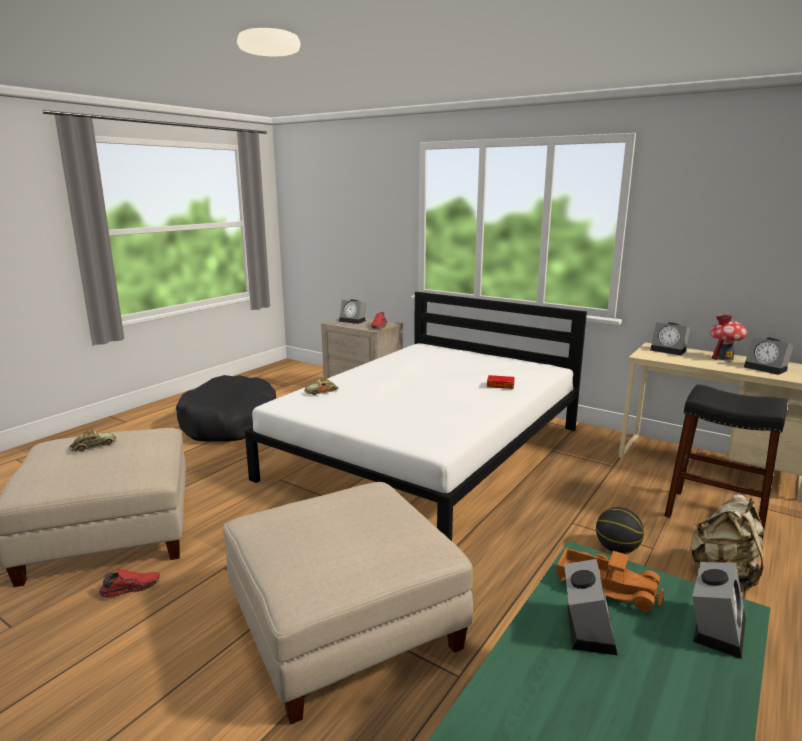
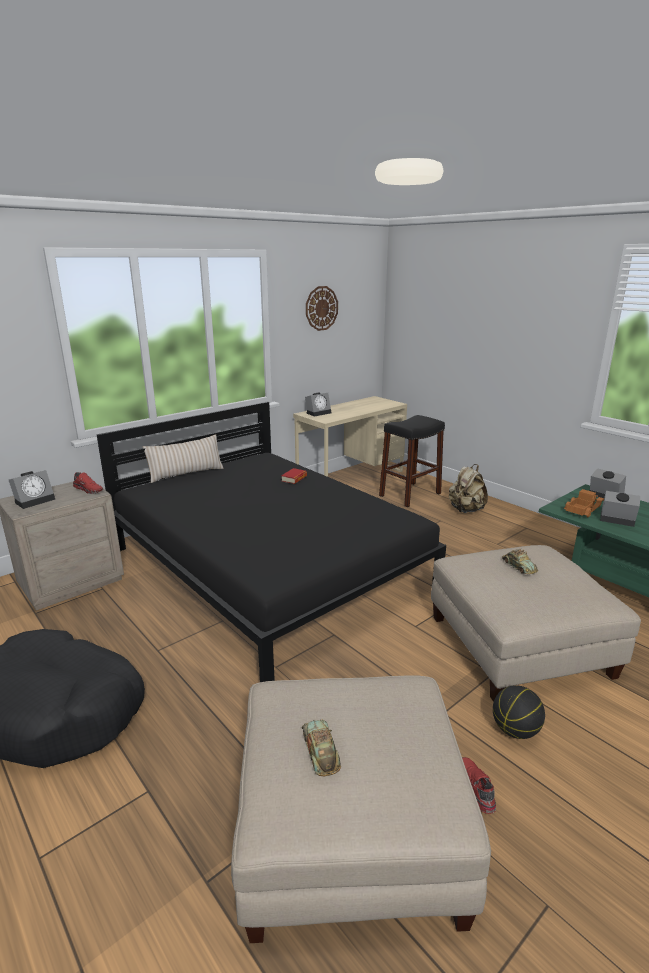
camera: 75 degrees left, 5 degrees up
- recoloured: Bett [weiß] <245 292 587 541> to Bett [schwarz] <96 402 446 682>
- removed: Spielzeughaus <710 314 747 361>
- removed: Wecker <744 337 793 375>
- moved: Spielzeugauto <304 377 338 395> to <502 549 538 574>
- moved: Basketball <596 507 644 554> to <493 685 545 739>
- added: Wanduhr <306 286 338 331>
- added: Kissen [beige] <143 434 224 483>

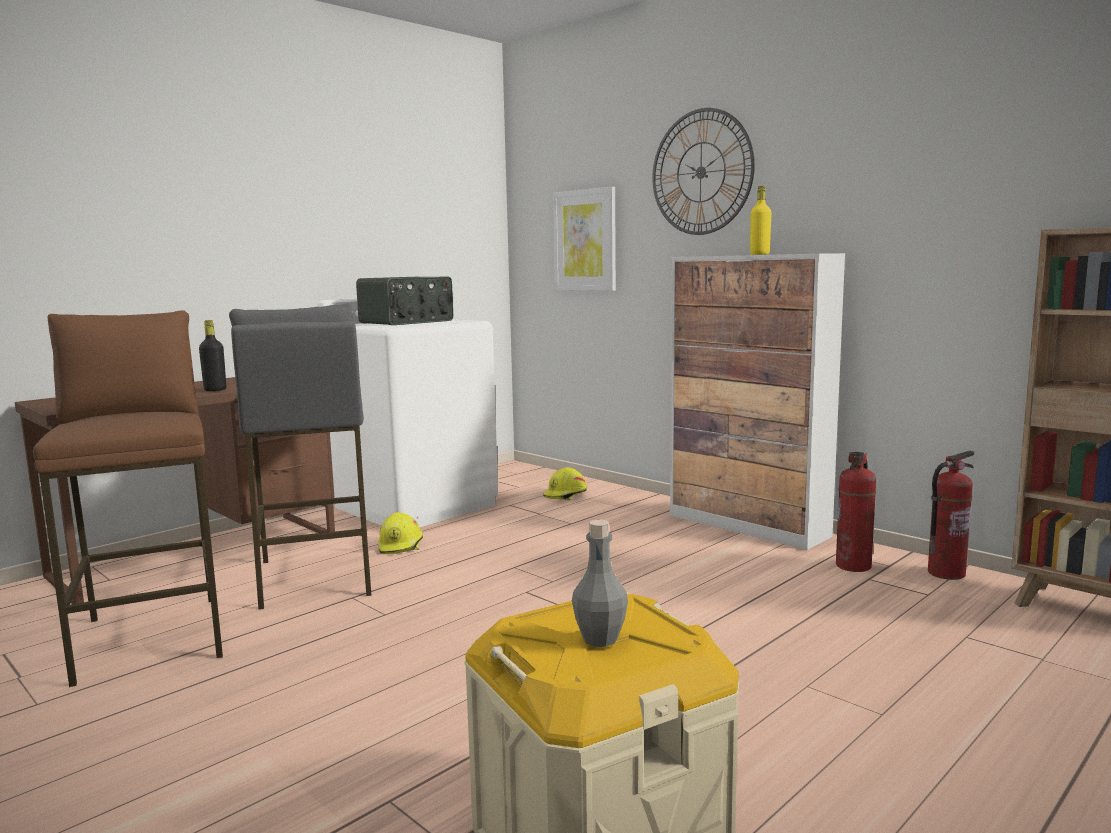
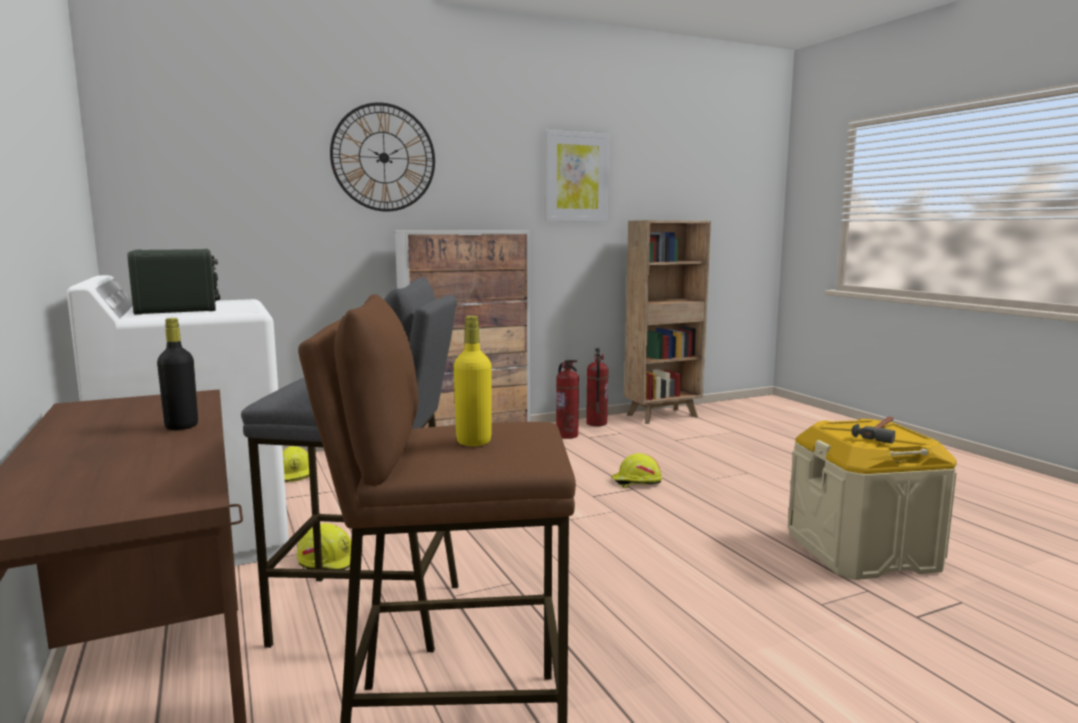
camera: 70 degrees left, 0 degrees up
- moved: Flasche [gelb] <750 186 772 255> to <454 316 492 446>
- moved: Bild <553 187 616 291> to <545 130 610 221>
- replaced: Flasche [grau] <572 520 628 647> to Hammer <851 416 895 443>
- added: Schutzhelm [gelb] <611 453 662 488>

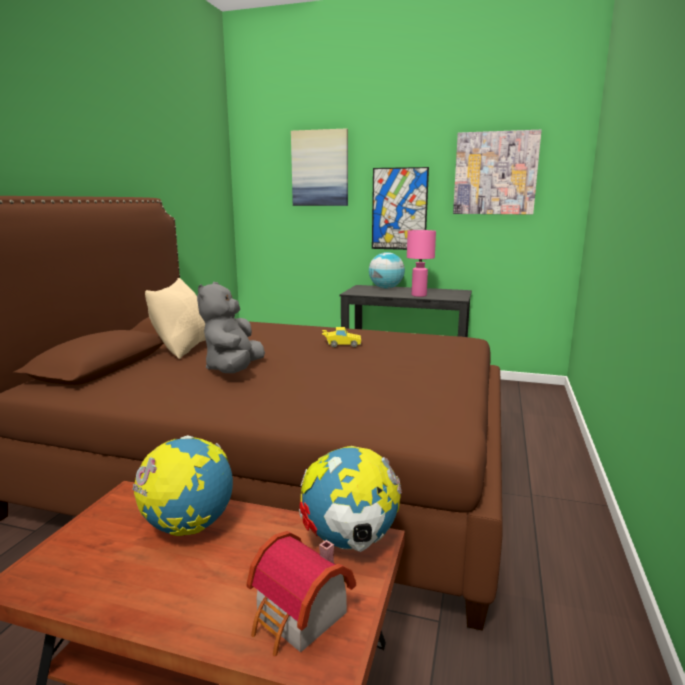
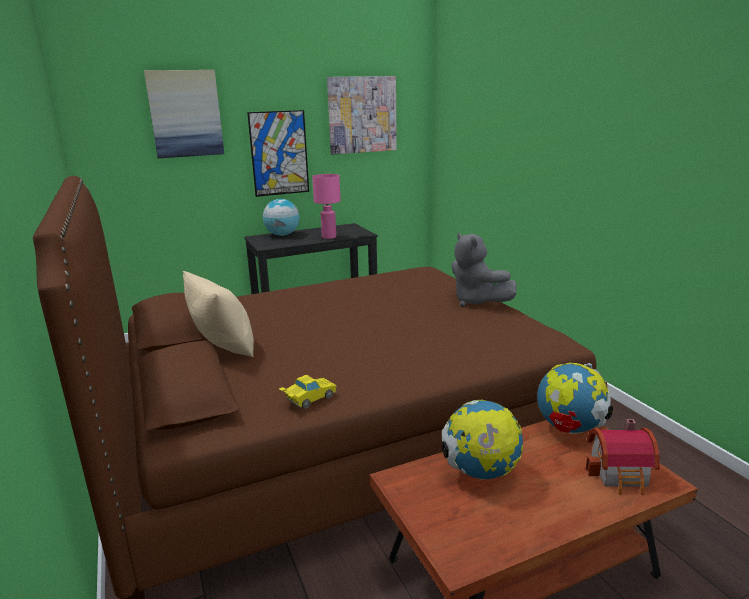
camera: 40 degrees left, 5 degrees up
- moved: Plüschtier [grau] <197 282 265 373> to <451 233 517 307>
- moved: Spielzeugauto [gelb] <322 327 361 347> to <279 375 337 409>

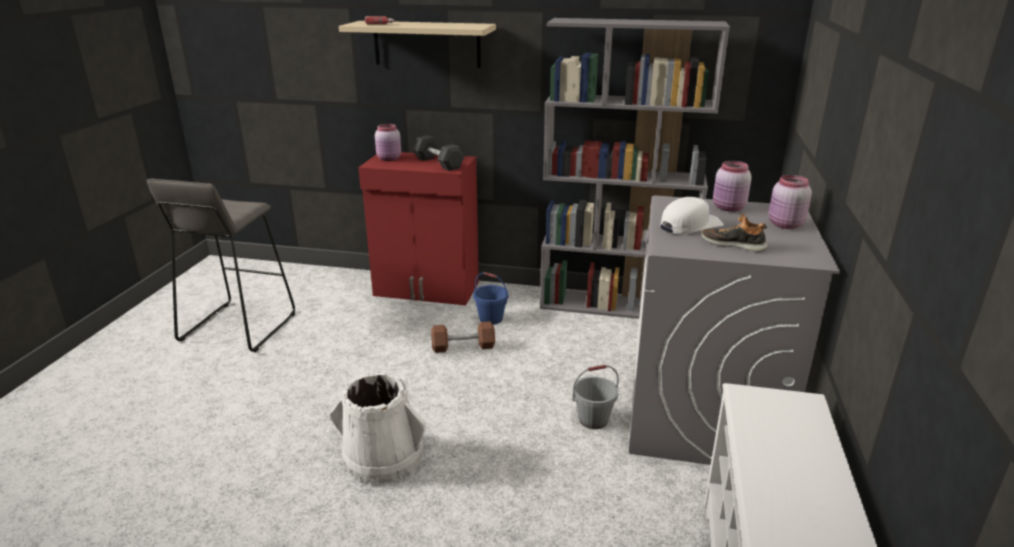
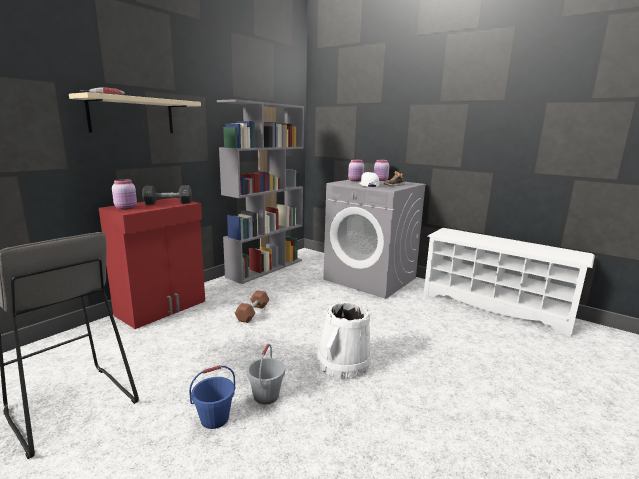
camera: 65 degrees left, 10 degrees down
- moved: Eimer [blau] <473 272 508 325> to <189 365 235 429>
- moved: Eimer [grau] <572 365 619 429> to <247 344 285 404>

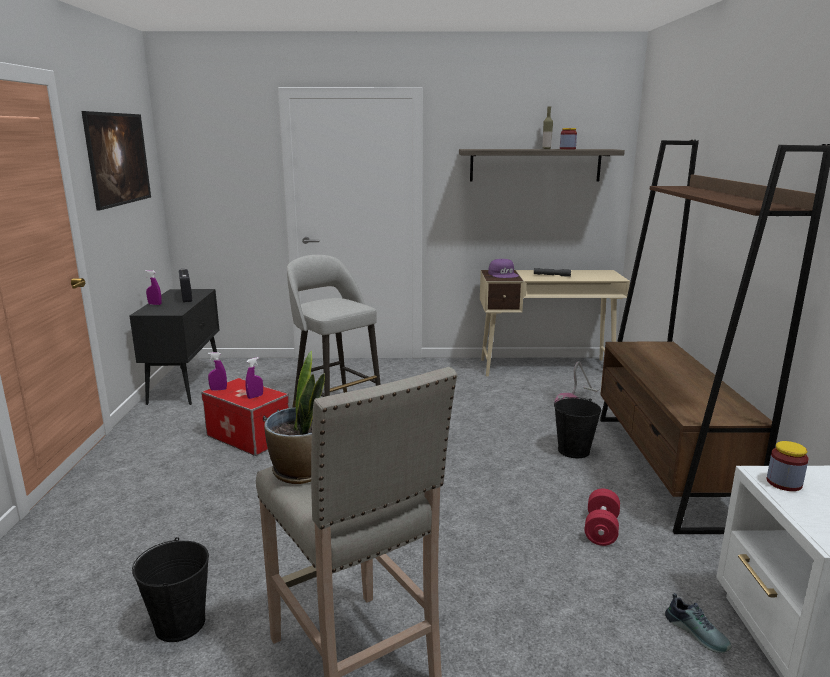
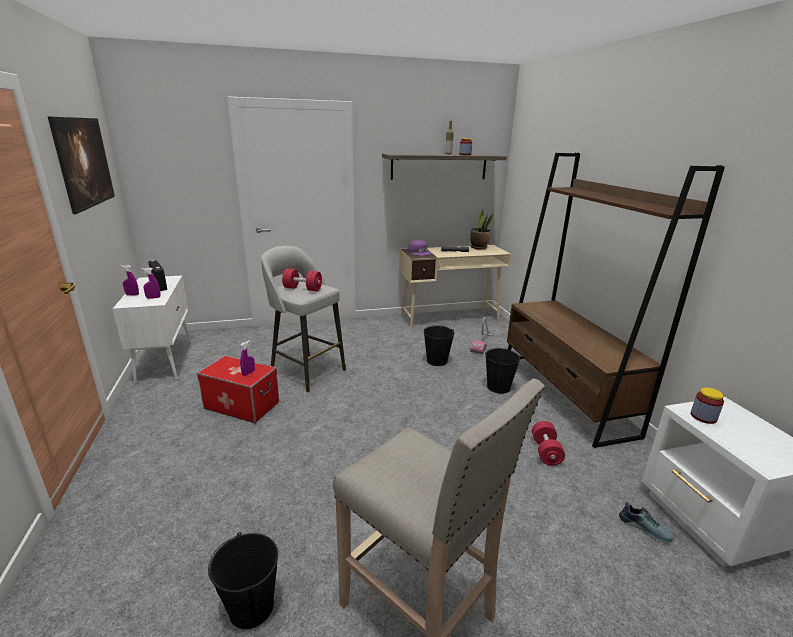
camera: 15 degrees left, 5 degrees up
- recoloured: Schrank [schwarz] <130 289 219 405> to Schrank [weiß] <113 276 191 384>
- moved: Topfpflanze <264 351 325 484> to <470 209 494 250>
- moved: Sprühflasche [lila] <208 352 227 391> to <142 268 160 299>
- added: Hantel [rot] <282 269 322 291>
- added: Eimer [schwarz] <424 325 454 366>

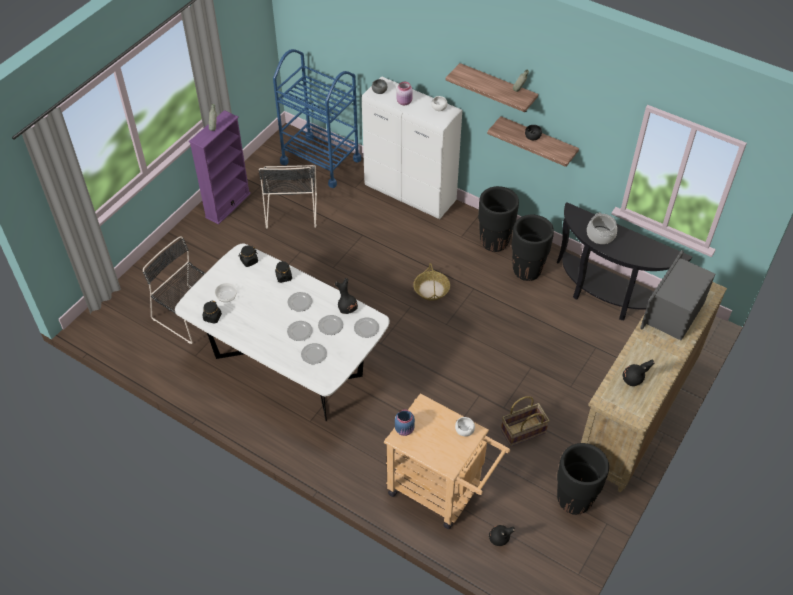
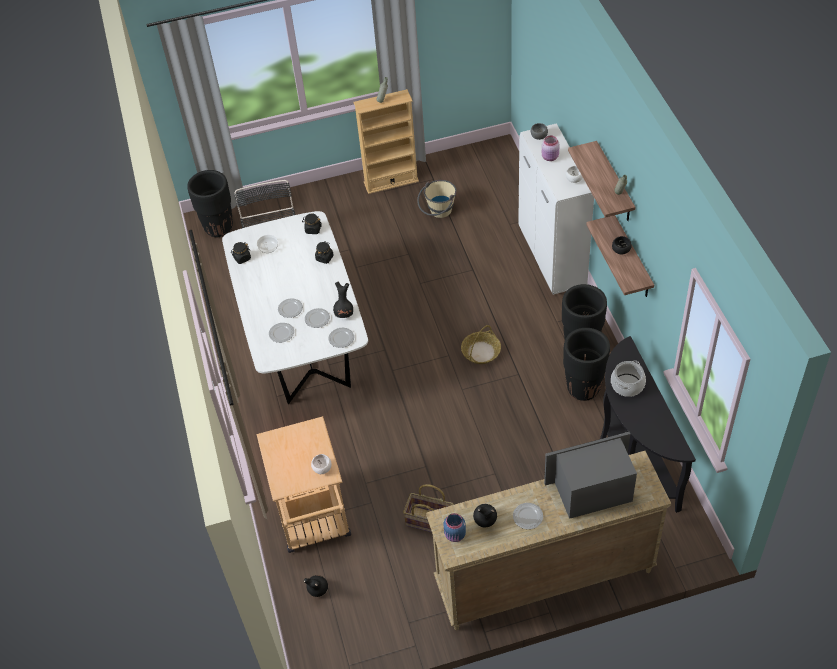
camera: 45 degrees right, 0 degrees up
- removed: Rollwagen [blau] <273 49 361 188>
- recoloured: Bücherregal [lila] <189 110 251 225> to Bücherregal [beige] <353 89 419 194>
- replaced: Stuhl [schwarz] <258 165 317 229> to Eimer [beige] <417 180 457 218>
- moved: Teller <288 292 312 311> to <513 503 543 529>
- moved: Vorratsglas [blau] <395 409 415 436> to <444 513 466 542>
- moved: Pflanzkübel [schwarz] <557 443 609 515> to <187 170 233 237>

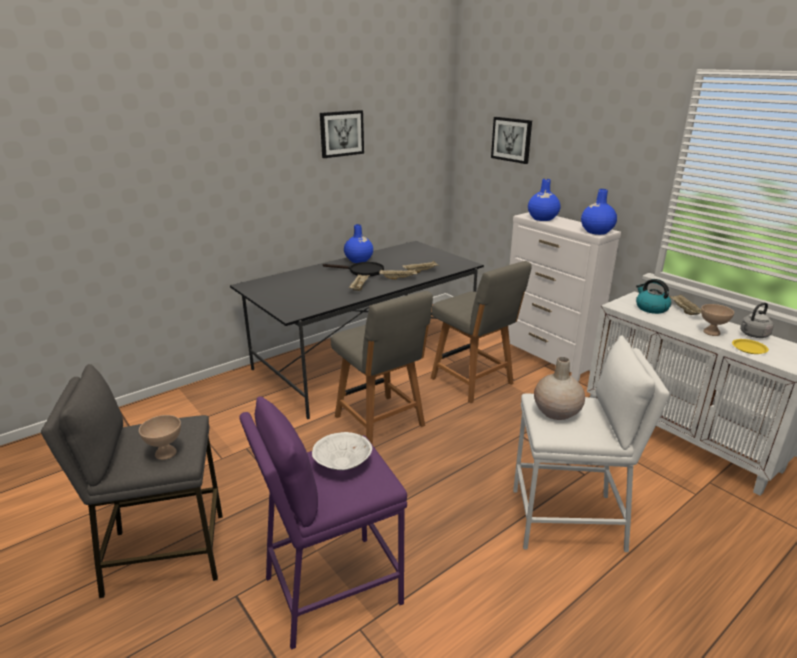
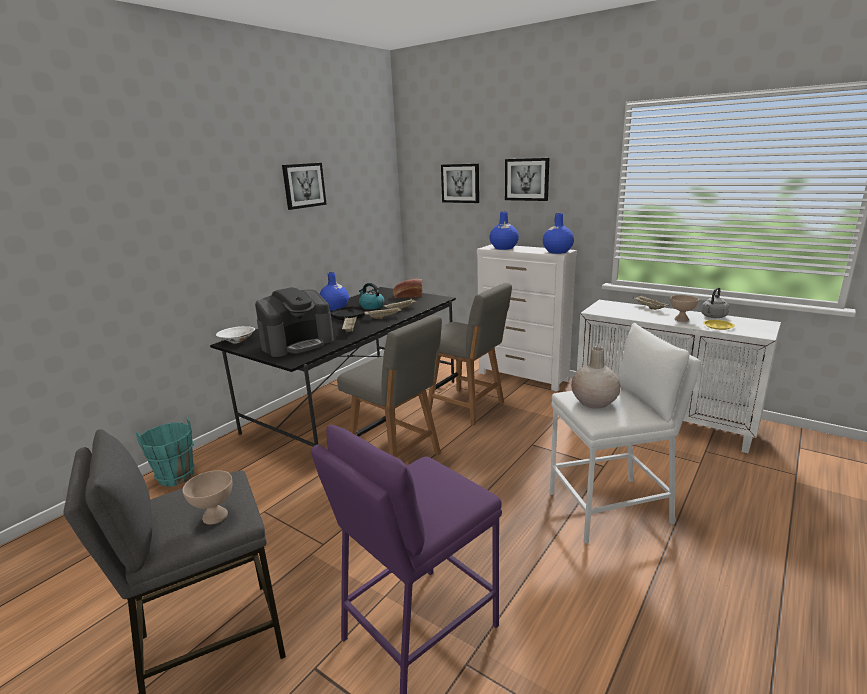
camera: 15 degrees left, 5 degrees down
- moved: Wasserkessel <636 279 671 314> to <359 283 384 309>
- moved: Schüssel [weiß] <312 432 372 470> to <216 326 255 344>
- added: Bild <505 158 549 201>
- added: Brot <393 279 422 298>
- added: Kaffeemaschine <255 287 334 357>
- added: Eimer [türkis] <136 417 195 487>

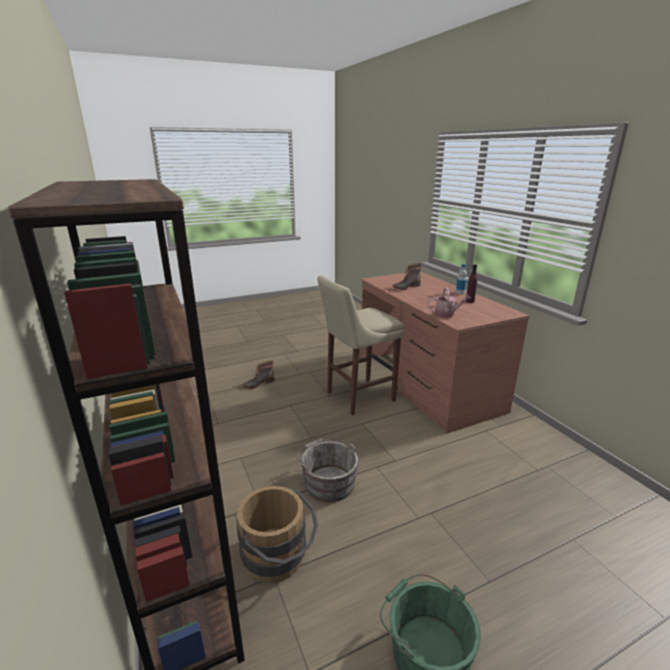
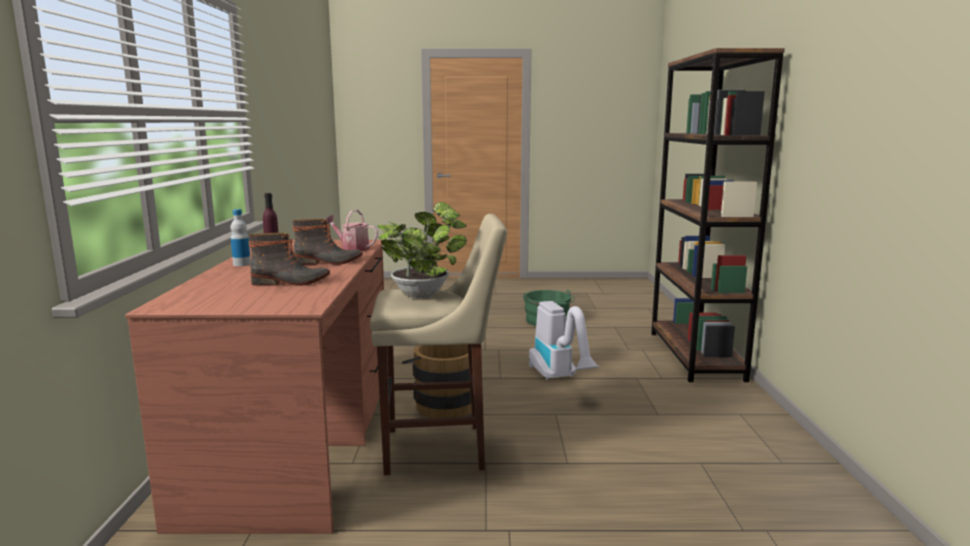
camera: 155 degrees left, 10 degrees down
- moved: Stiefel <243 360 274 389> to <292 219 363 265>
- replaced: Eimer [grau] <296 438 359 502> to Staubsauger <529 301 600 380>
- moved: Eimer [braun] <237 486 318 583> to <402 344 472 418>
- added: Topfpflanze <377 202 467 298>

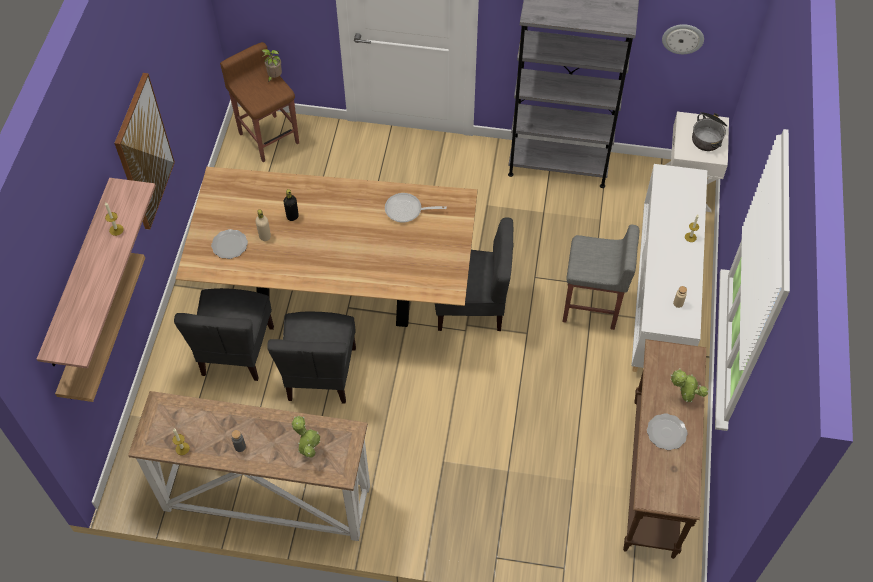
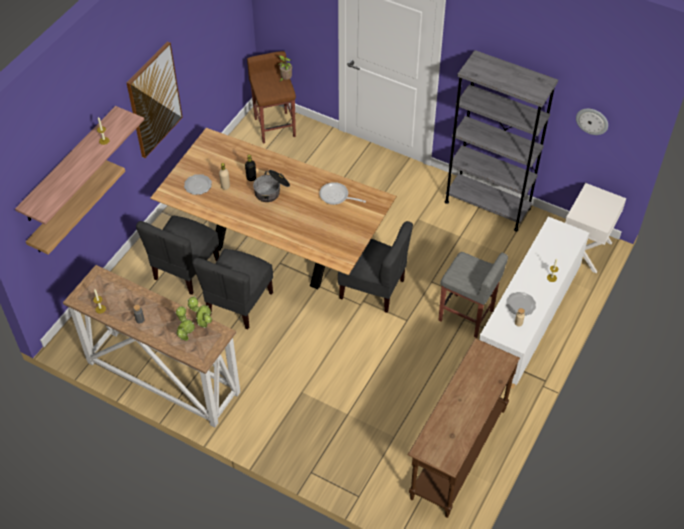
camera: 20 degrees right, 5 degrees down
- moved: Kochtopf <692 112 728 151> to <253 170 290 202>
- moved: Topfpflanze <671 369 708 402> to <188 296 212 328>
- moved: Teller <647 413 688 450> to <506 292 536 316>

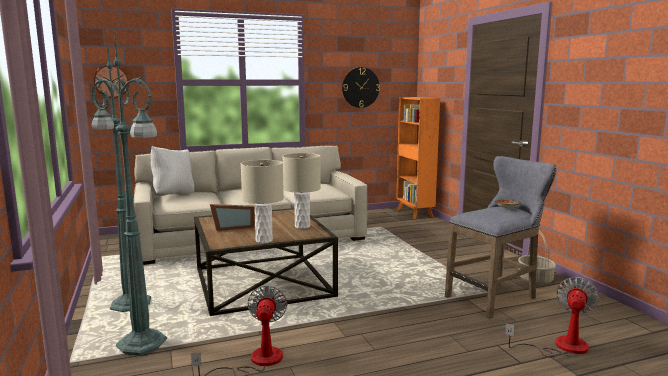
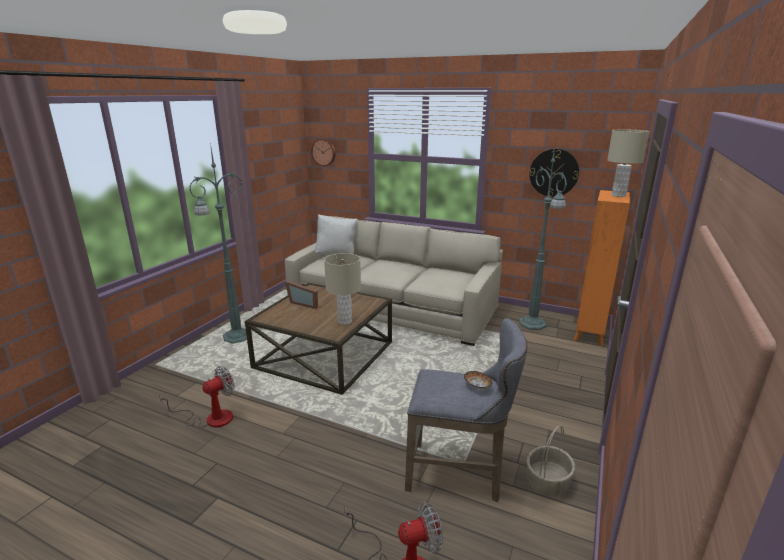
camera: 45 degrees right, 10 degrees up
- moved: Stehlampe [grün] <91 26 167 356> to <518 140 567 330>
- moved: Tischlampe [beige] <241 160 284 243> to <607 130 650 197>

